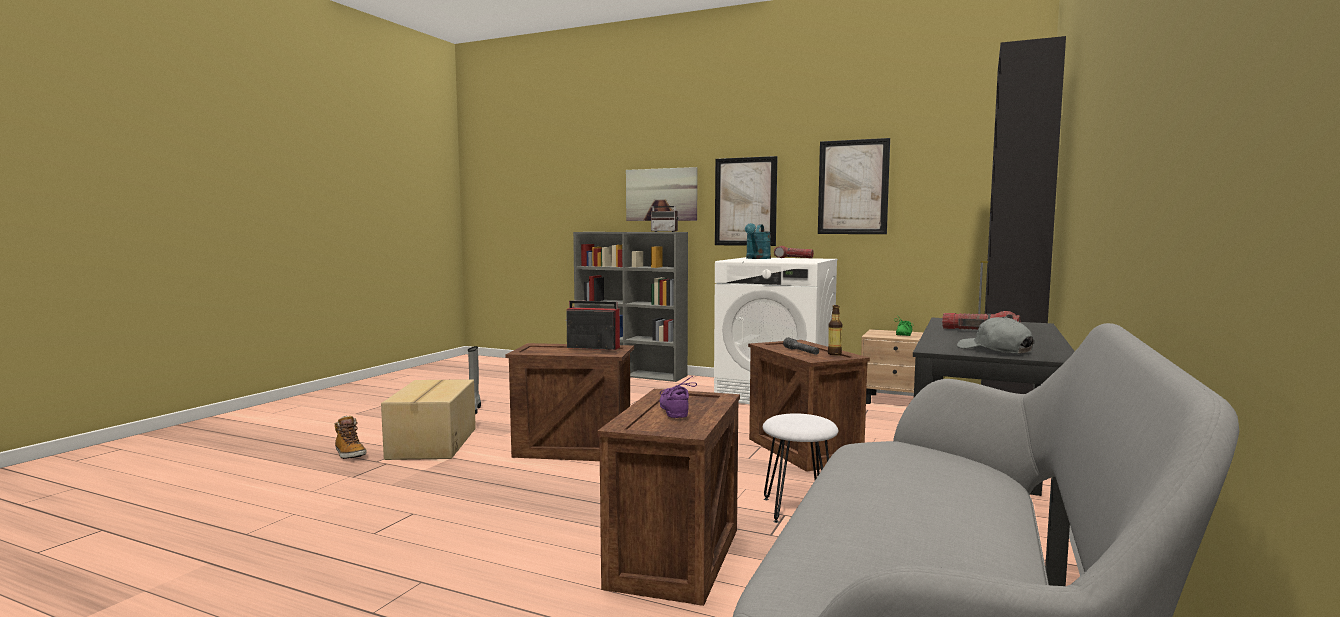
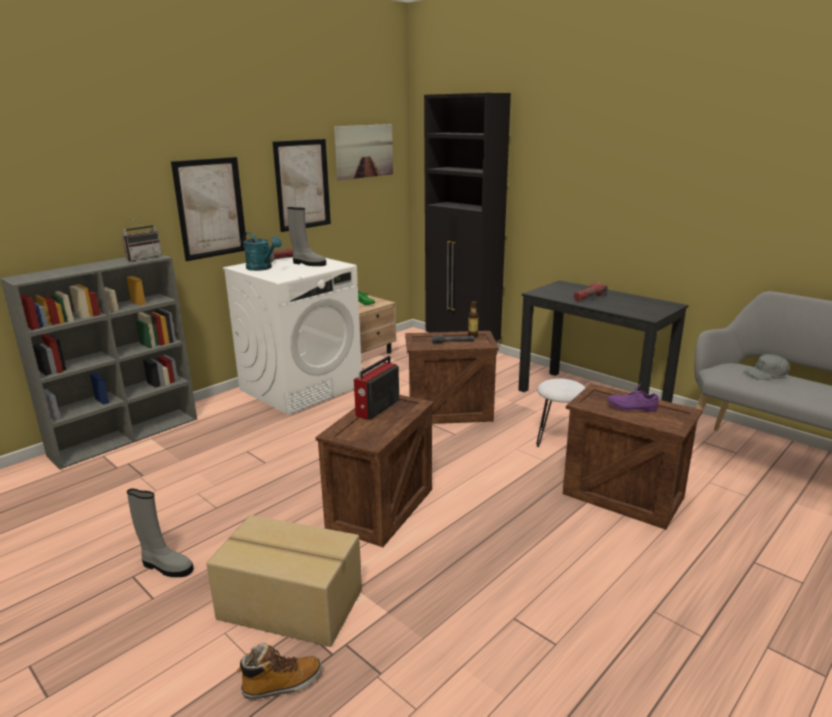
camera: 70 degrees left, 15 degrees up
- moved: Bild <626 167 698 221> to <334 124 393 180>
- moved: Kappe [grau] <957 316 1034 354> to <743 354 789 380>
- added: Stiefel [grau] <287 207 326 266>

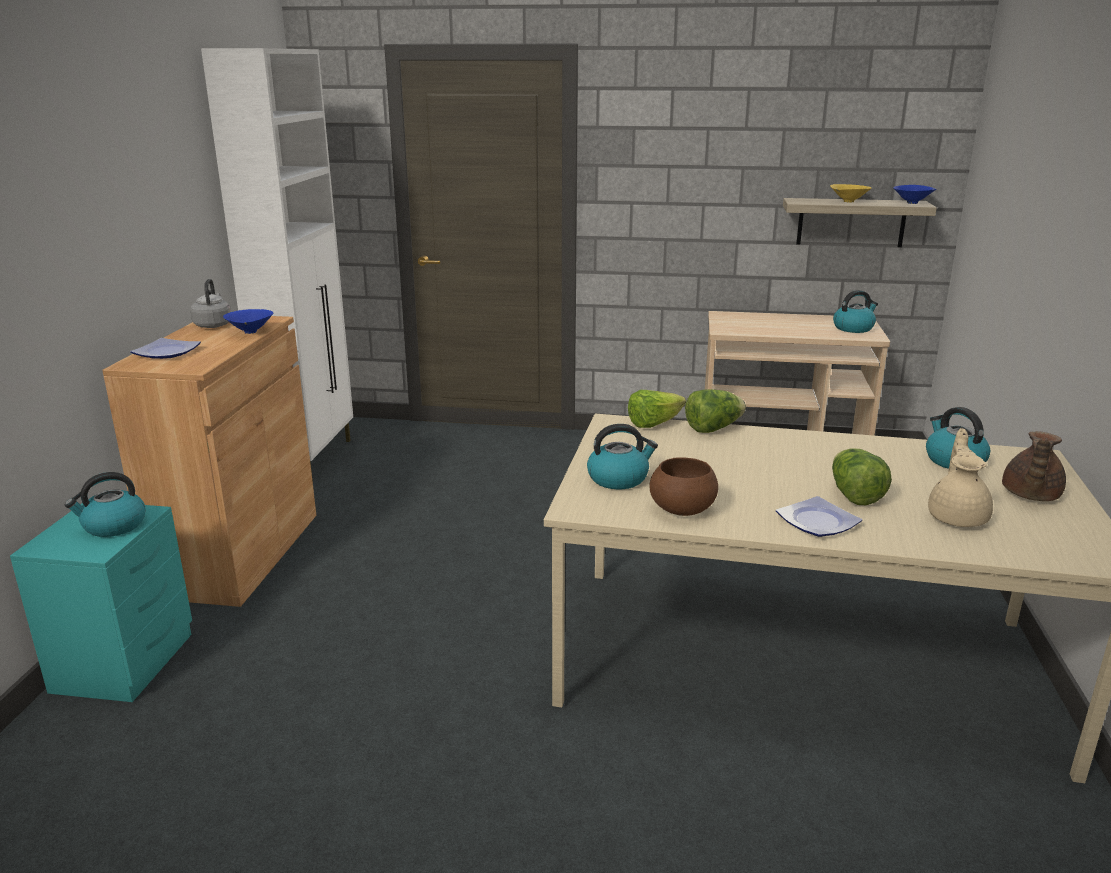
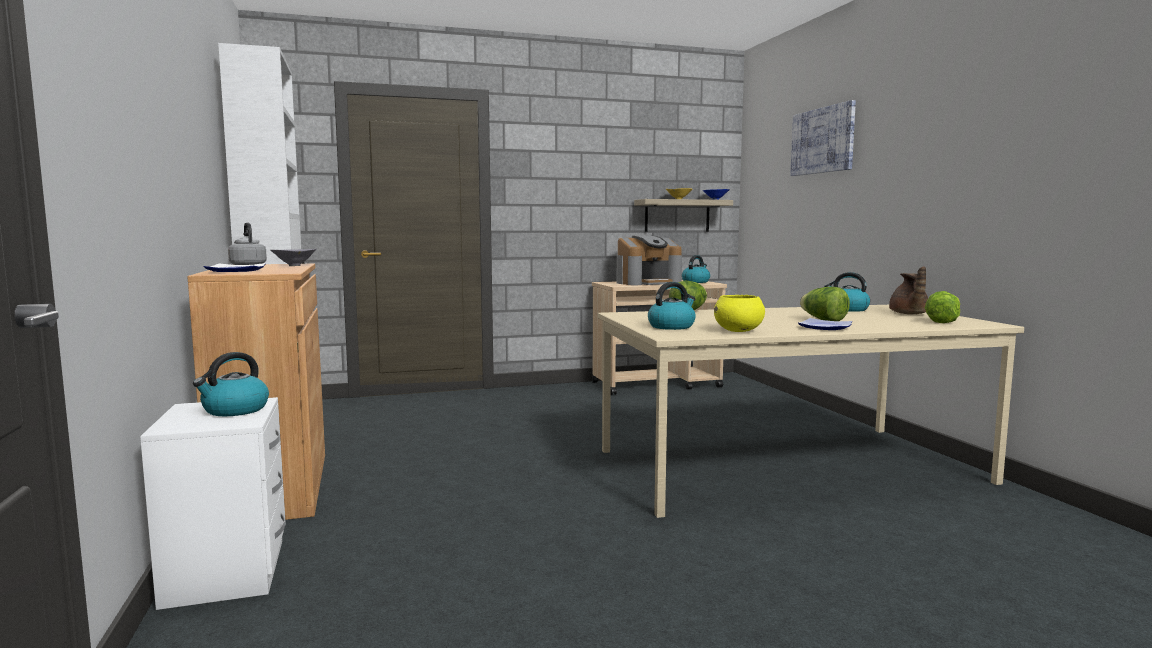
camera: 25 degrees left, 15 degrees down
- recoloured: Schüssel [blau] <223 309 274 334> to Schüssel [grau] <270 249 317 266>
- moved: Salatkopf <628 390 686 428> to <925 291 960 323>
- removed: Teekanne [beige] <928 428 993 527>
- recoloured: Schüssel [braun] <649 457 718 516> to Schüssel [gelb] <714 295 765 332>
- recoloured: Nachttisch [türkis] <10 503 192 702> to Nachttisch [weiß] <140 397 286 610>
- added: Bild <790 100 856 176>
- added: Kaffeemaschine <617 236 682 285>

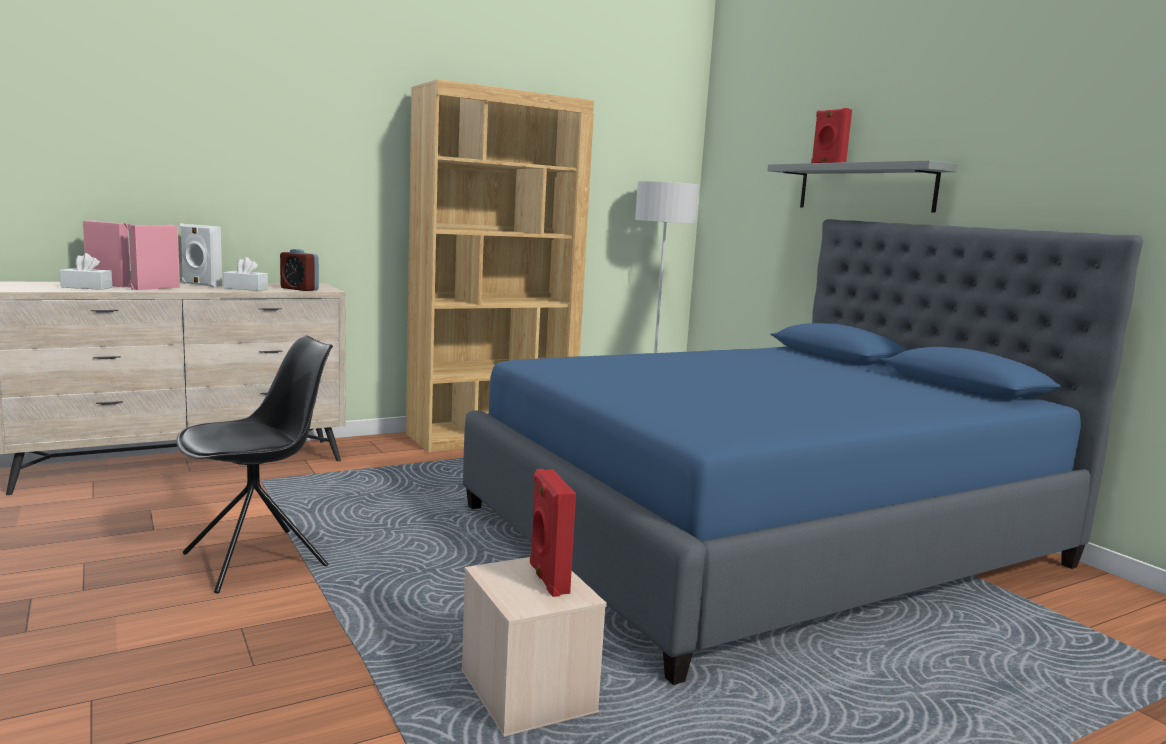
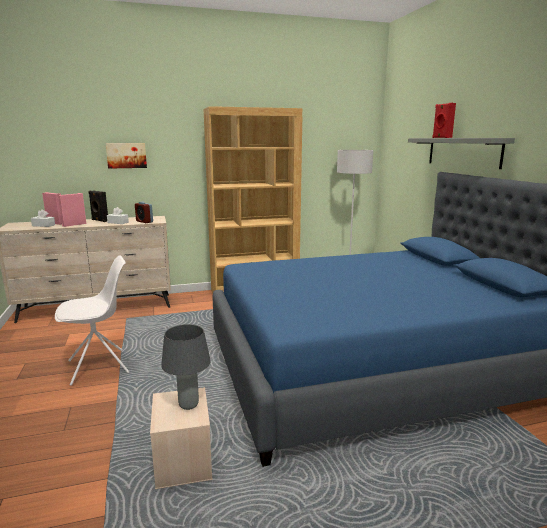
camera: 15 degrees right, 5 degrees up
- recoloured: Lautsprecher [weiß] <180 224 222 287> to Lautsprecher [schwarz] <89 191 108 222>
- recoloured: Stuhl [schwarz] <176 335 333 593> to Stuhl [weiß] <55 255 129 386>
- replaced: Lautsprecher [rot] <530 469 576 597> to Tischlampe [grau] <161 324 211 410>
- added: Bild <106 143 147 169>

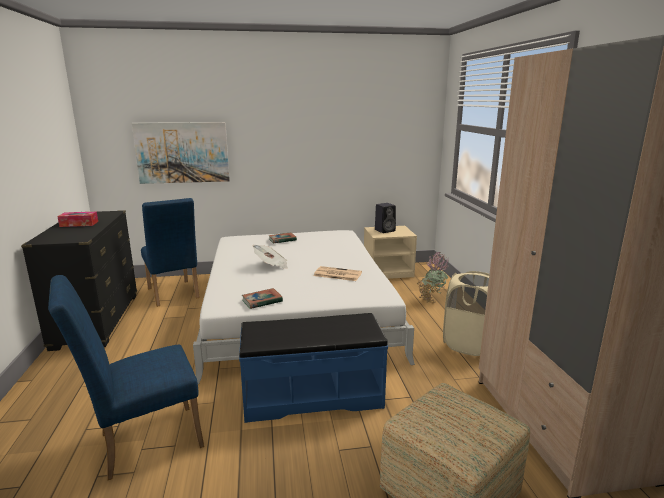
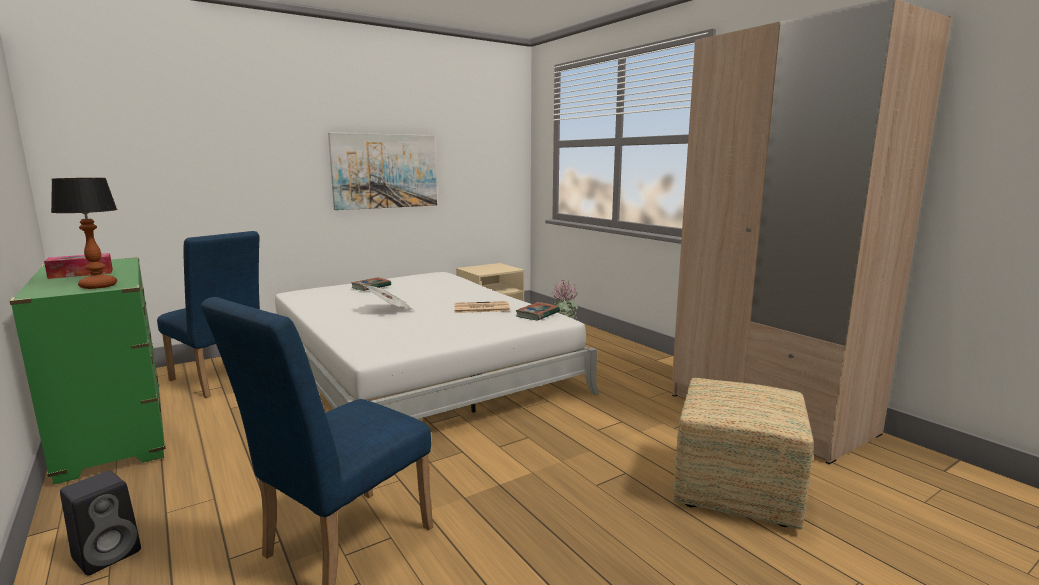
camera: 25 degrees left, 5 degrees down
- moved: Bild <132 122 230 184> to <328 132 437 210>
- moved: Lautsprecher [schwarz] <375 203 396 233> to <60 471 141 575>
- recoloured: Kommode [schwarz] <21 210 137 351> to Kommode [grün] <10 257 166 484>
- removed: Wäschekorb [beige] <443 271 489 356>
- moved: Buch <242 288 283 309> to <515 302 560 320>
- removed: Bank [blau] <239 313 388 423>
- added: Tischlampe <51 178 118 289>

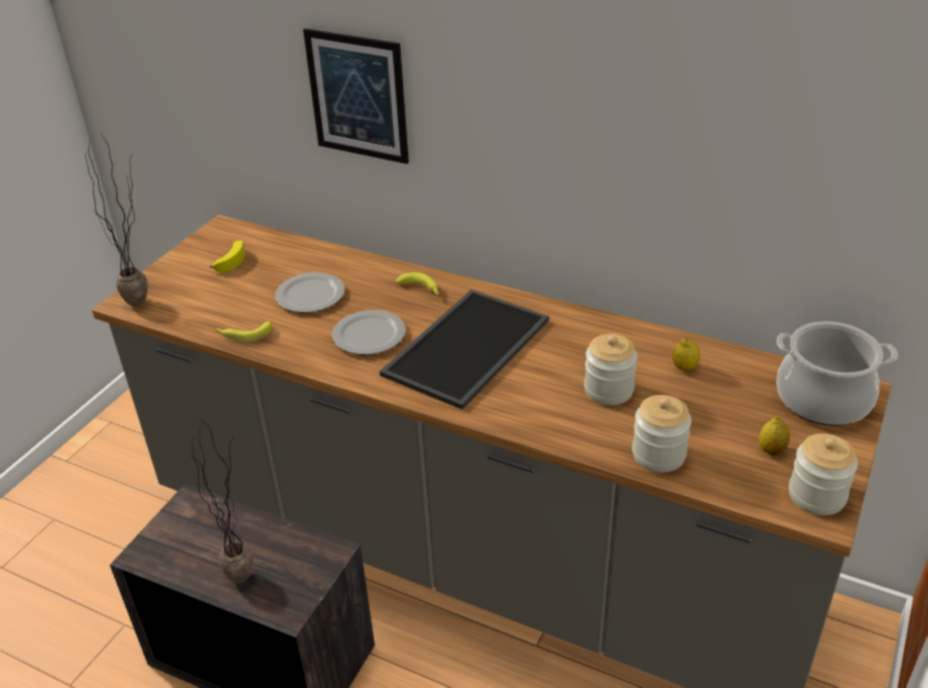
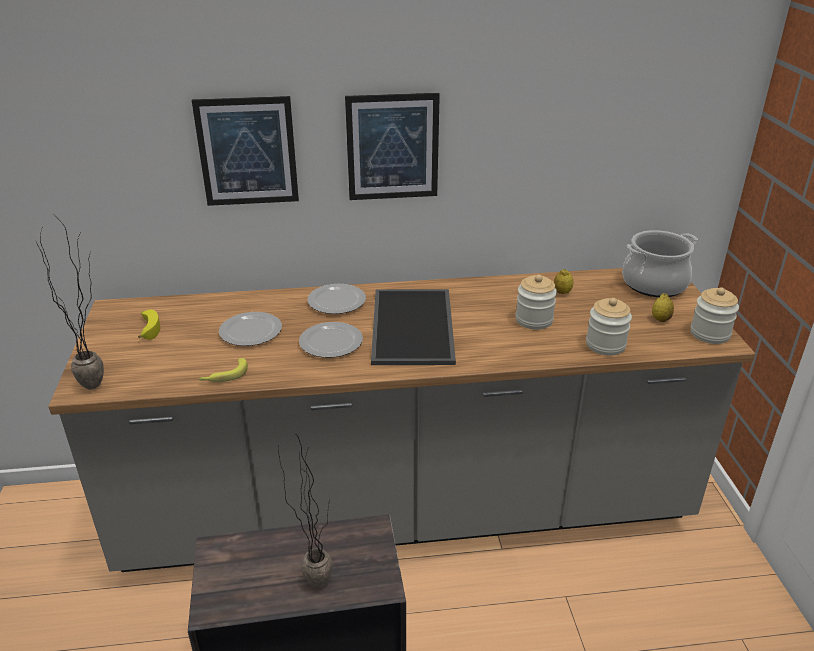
camera: 35 degrees left, 5 degrees down
- replaced: Banane <396 272 439 295> to Teller <308 284 366 314>
- added: Bild <345 93 440 200>

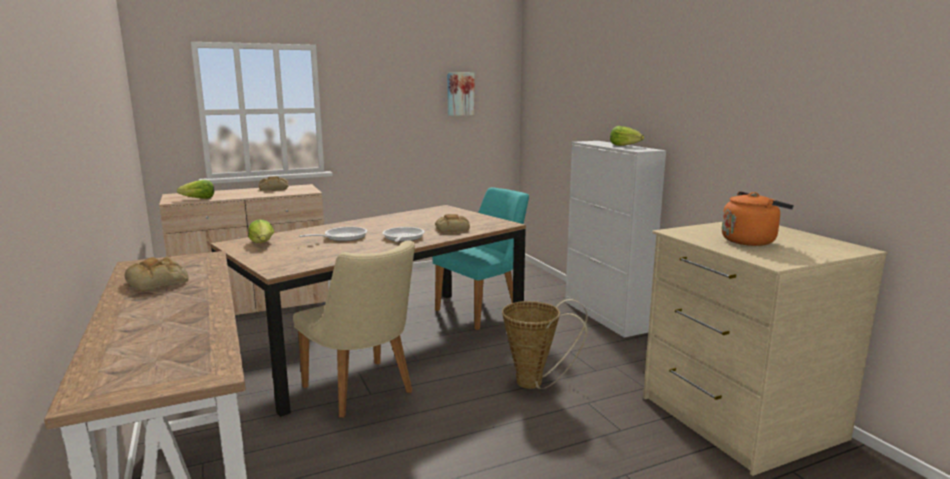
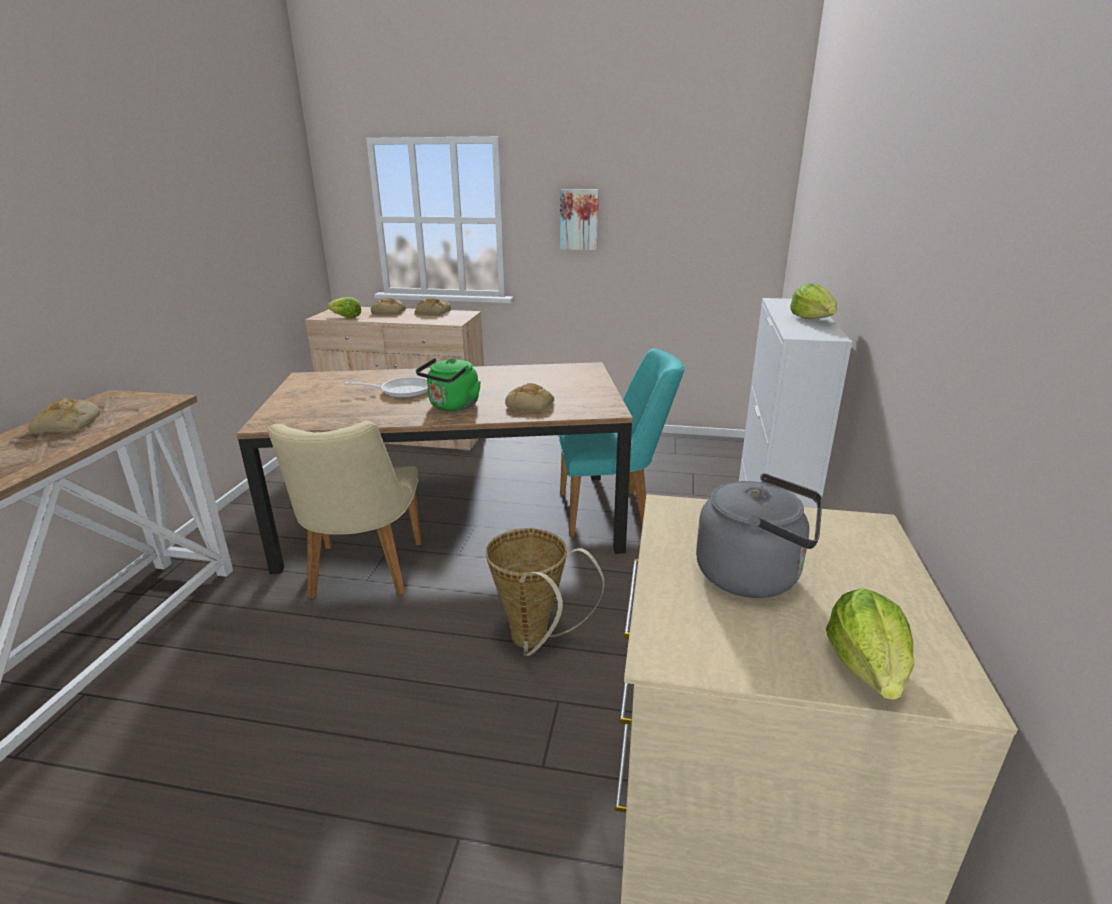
camera: 35 degrees right, 10 degrees up
- moved: Bild <447 72 474 116> to <560 189 599 250>
- recoloured: Wasserkessel [orange] <722 191 794 246> to Wasserkessel [grau] <696 473 822 598>
- moved: Salatkopf <248 219 274 243> to <826 588 914 700>
- replaced: Pfanne <383 227 425 242> to Wasserkessel [grün] <416 358 481 411>
- added: Brot <371 297 406 315>

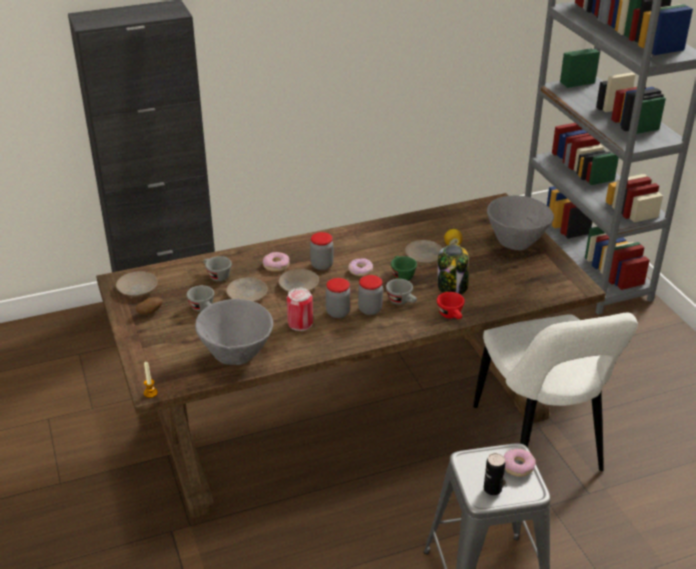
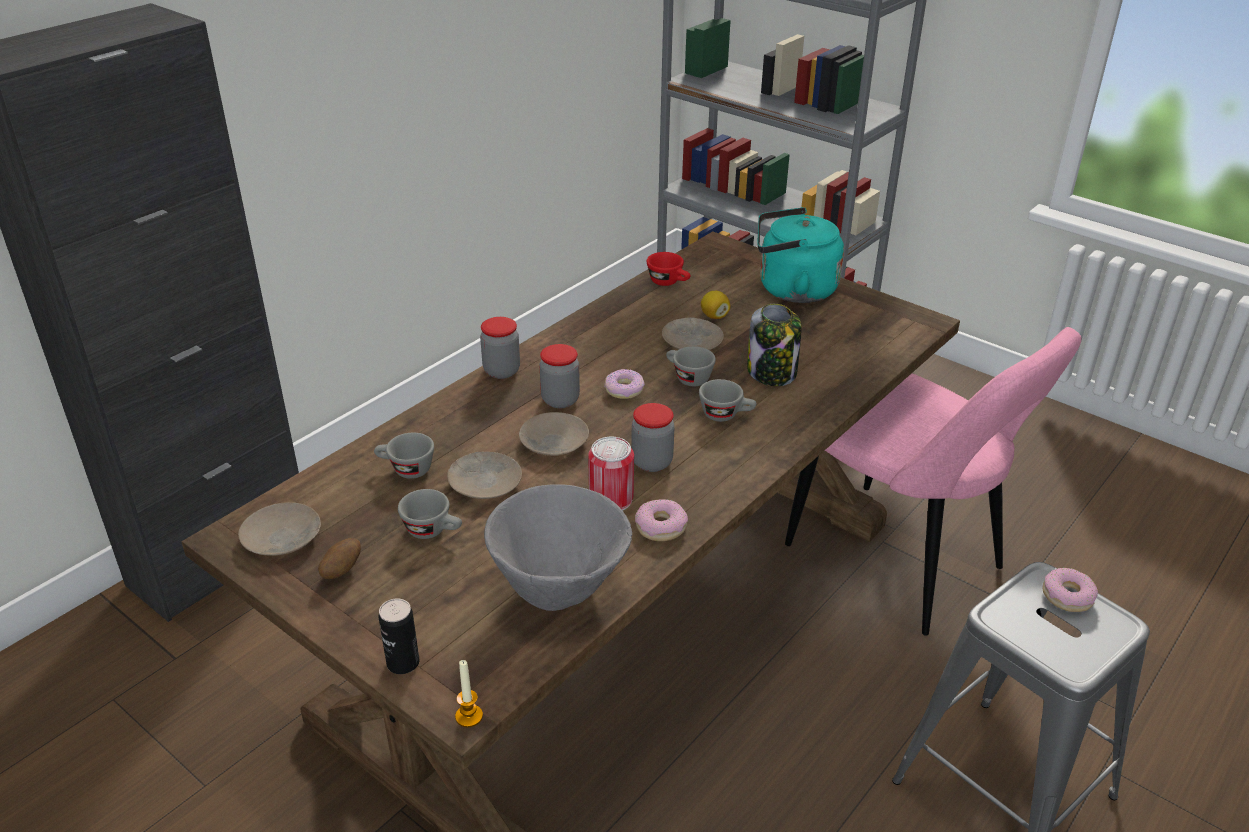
camera: 30 degrees left, 0 degrees up
- replaced: Schüssel [grau] <487 196 554 250> to Wasserkessel [türkis] <757 207 844 303>
- moved: Donut <263 252 290 272> to <635 499 688 541>
- recoloured: Tasse [grün] <391 256 417 281> to Tasse [grau] <666 346 716 386>
- moved: Vorratsglas <358 275 383 315> to <480 317 520 379>
- moved: Tasse [rot] <437 292 465 319> to <647 252 690 286>
- recoloured: Stuhl [weiß] <473 313 638 471> to Stuhl [rosa] <785 327 1082 636>
- moved: Dose <484 453 505 495> to <378 598 419 674>

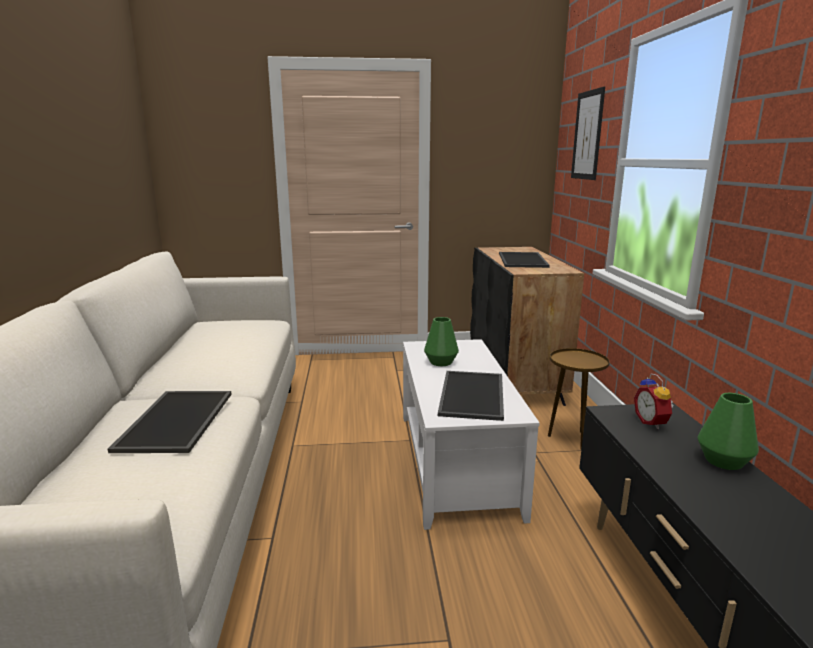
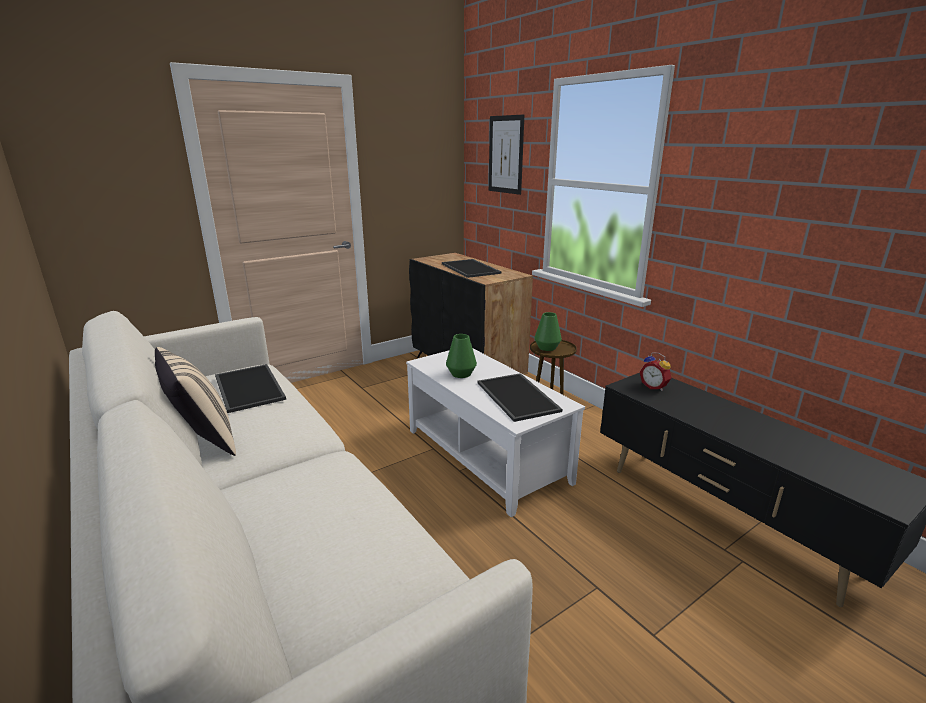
camera: 30 degrees left, 5 degrees up
- moved: Tablett <108 391 232 453> to <215 364 286 413>
- moved: Vase [grün] <698 393 759 470> to <534 312 562 351>
- added: Kissen [beige] <155 347 236 456>

